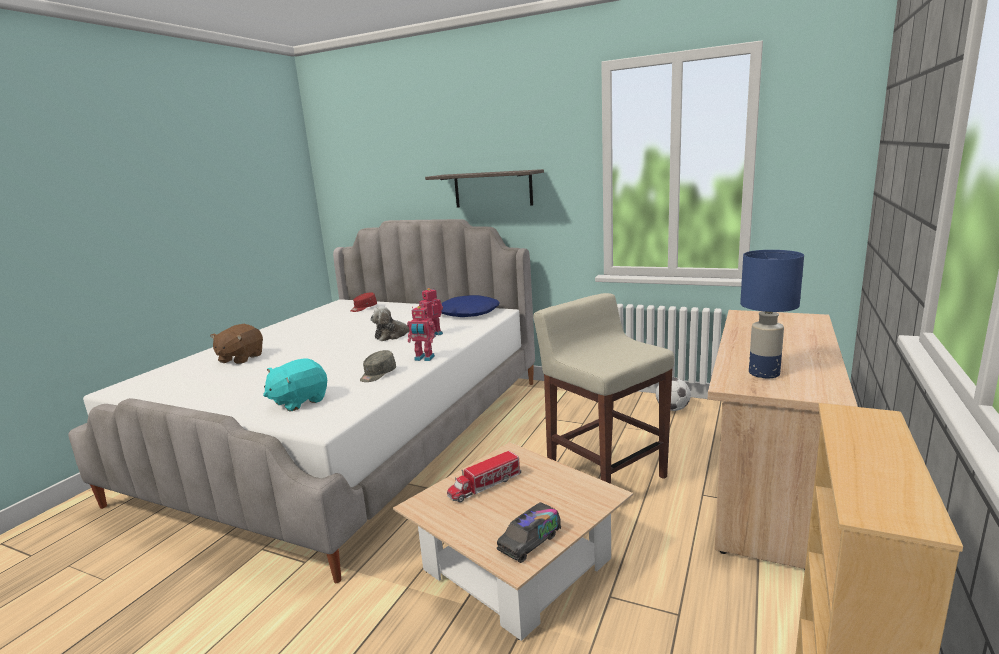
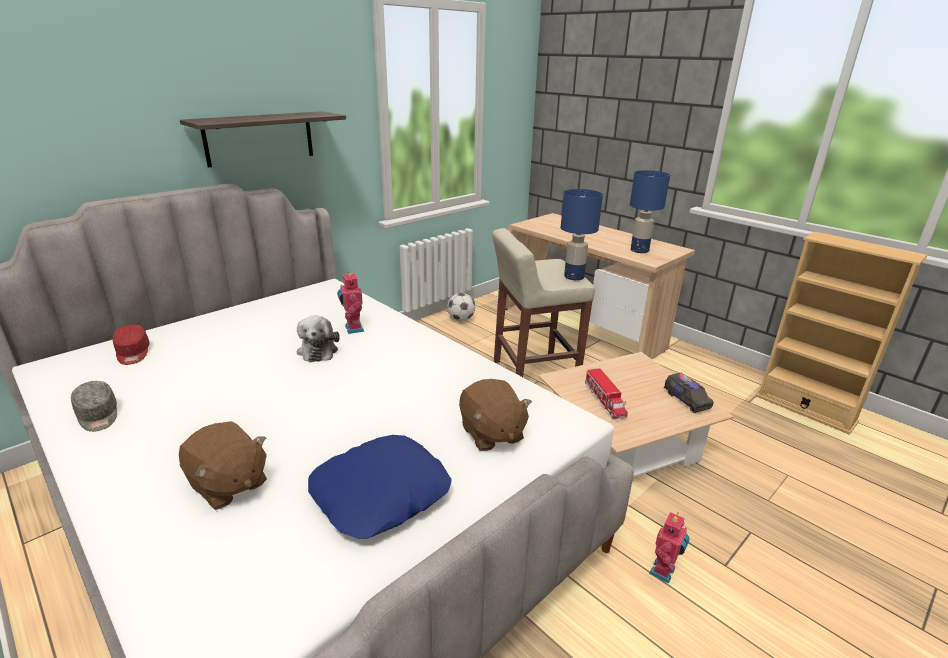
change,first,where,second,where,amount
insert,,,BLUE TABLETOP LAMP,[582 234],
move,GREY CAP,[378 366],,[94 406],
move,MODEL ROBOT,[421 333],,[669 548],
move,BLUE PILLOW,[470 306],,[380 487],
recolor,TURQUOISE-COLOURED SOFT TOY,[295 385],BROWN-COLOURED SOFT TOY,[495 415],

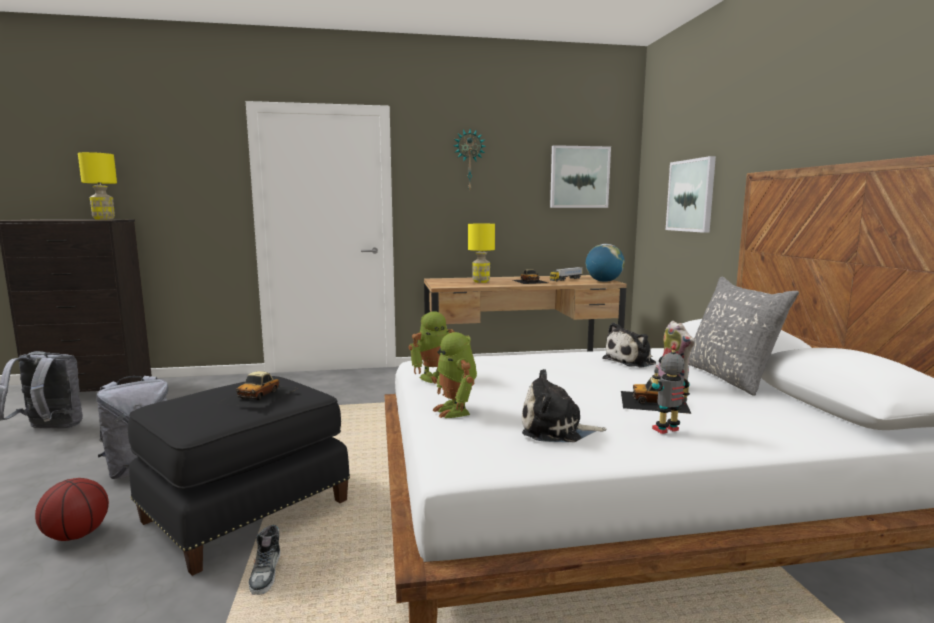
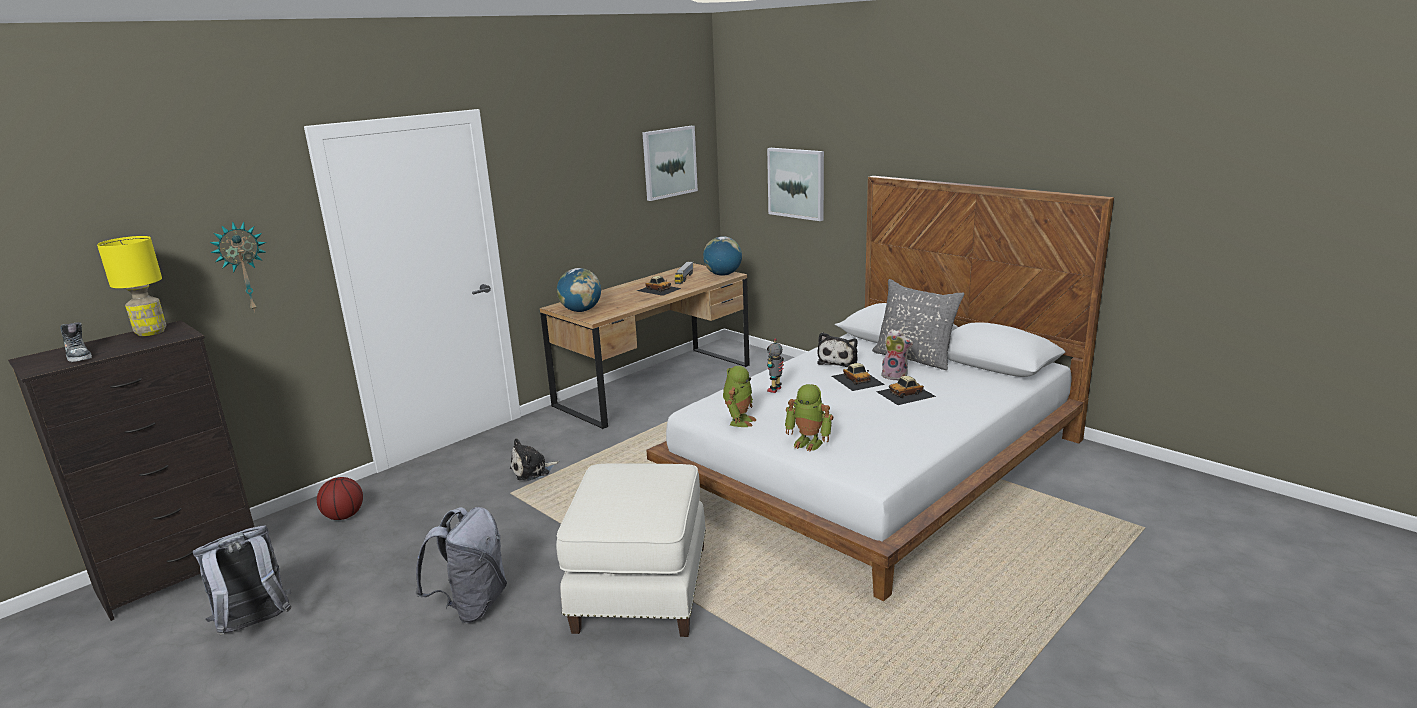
change,first,where,second,where,amount
delete,YELLOWISH TABLETOP LAMP,[481 253],,,
insert,,,DESK GLOBE,[579 290],
move,BALL FOR BASKETBALL,[72 509],,[340 498],
move,TOY CAR,[257 389],,[858 377],
move,ITEM OF FOOTWEAR,[264 560],,[76 342],
move,HANGING CLOCK,[470 159],,[238 267],
move,SOFT TOY,[564 405],,[534 459],
move,MODEL ROBOT,[671 389],,[775 365],
recolor,BLACK-COLOURED OTTOMAN,[239 476],WHITE-COLOURED OTTOMAN,[631 550],

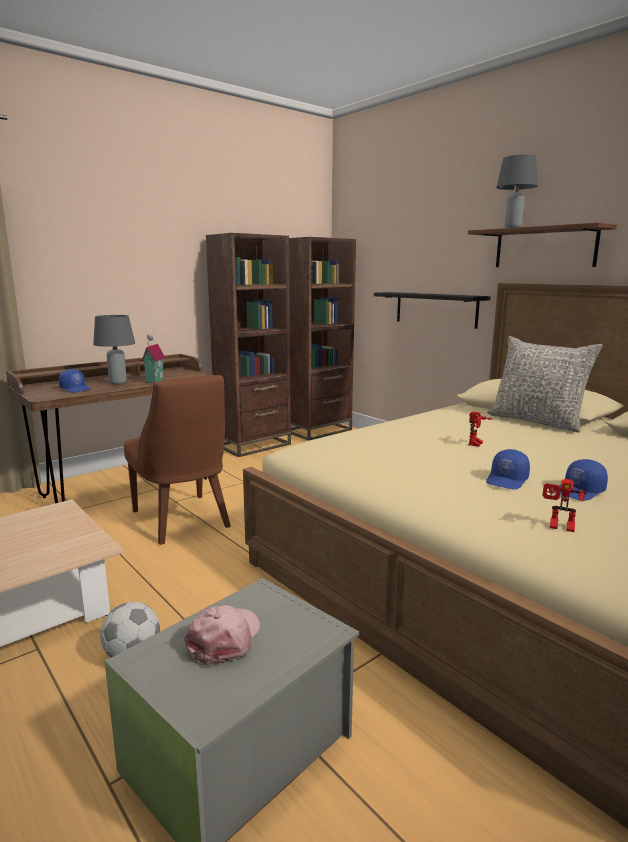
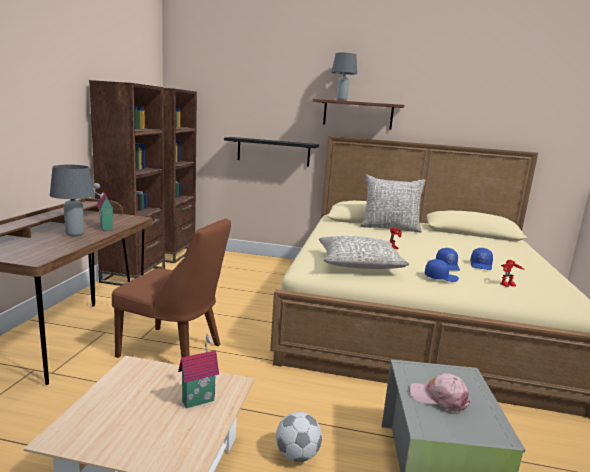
change,first,where,second,where,amount
insert,,,MINIATURE HOUSE,[198 371],
insert,,,GREY PILLOW,[364 252],
move,BLUE CAP,[75 381],,[442 270],
rotate,PINK-COLOURED CAP,[222 635],,[440 392],45 degrees counterclockwise

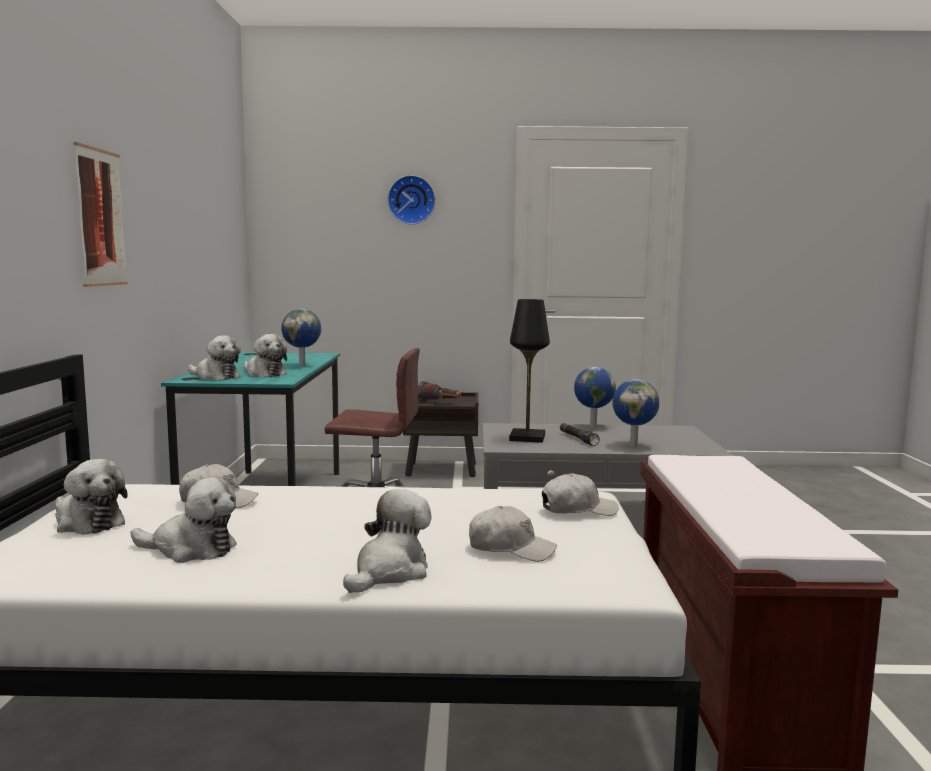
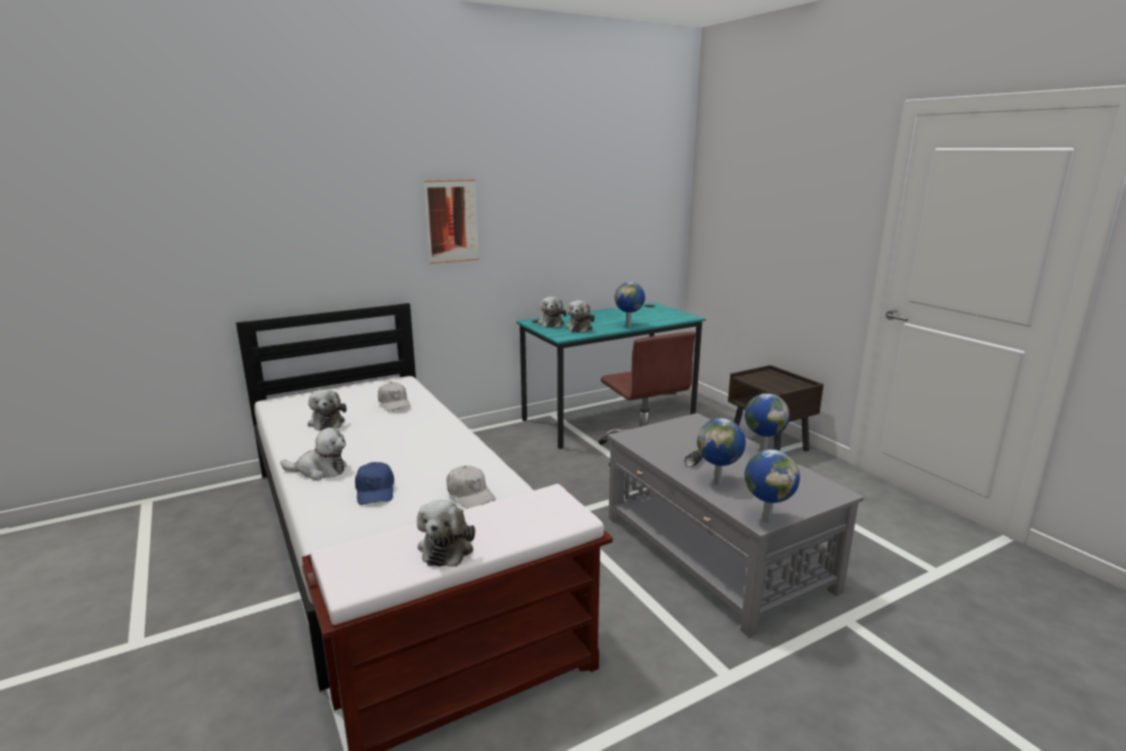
change,first,where,second,where,amount
delete,HANGING CLOCK,[411 200],,,
delete,TORCH,[439 391],,,
delete,BLACK-COLOURED TABLETOP LAMP,[529 371],,,
insert,,,DESK GLOBE,[772 486],
move,SOFT TOY,[91 496],,[446 533],
recolor,WHITE-COLOURED CAP,[513 534],BLUE CAP,[374 483],

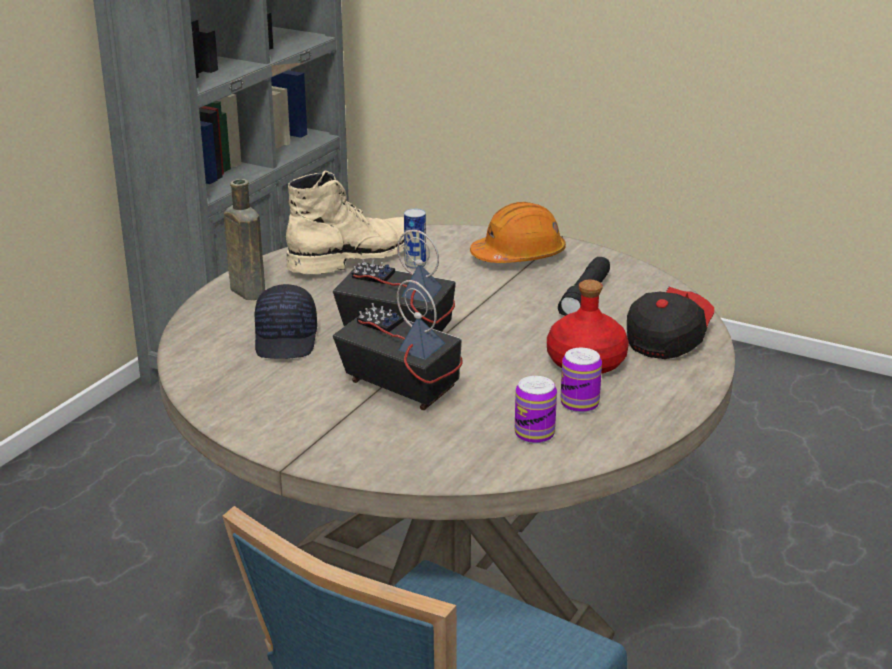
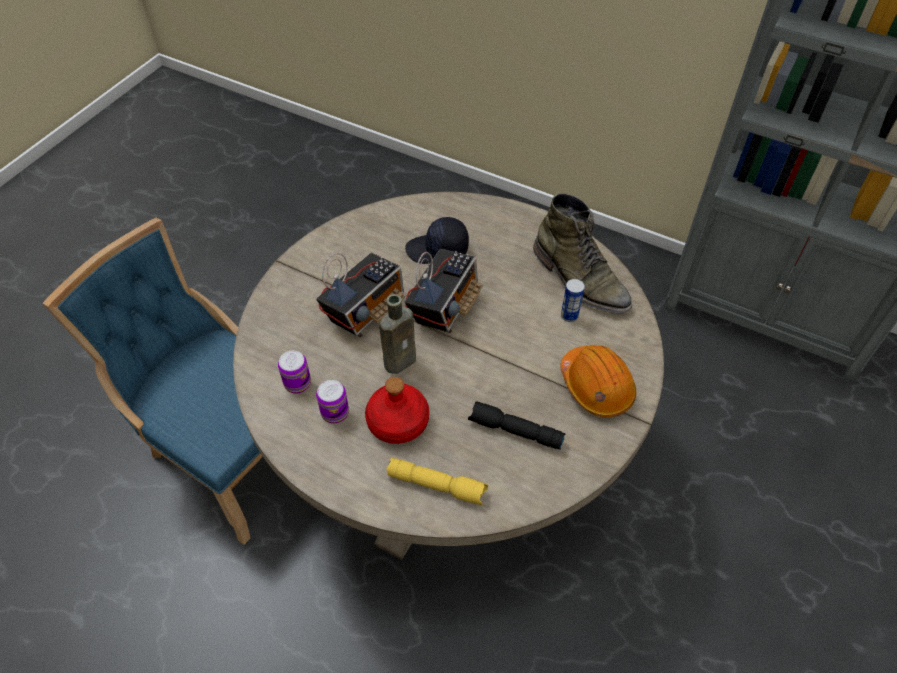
change,first,where,second,where,amount
move,BROWN-COLOURED DRINK BOTTLE,[244 239],,[397 334],
replace,CAP,[670 323],YELLOWISH TORCH,[437 482],
recolor,BEIGE TALL BOOT,[345 222],GREEN TALL BOOT,[582 253],

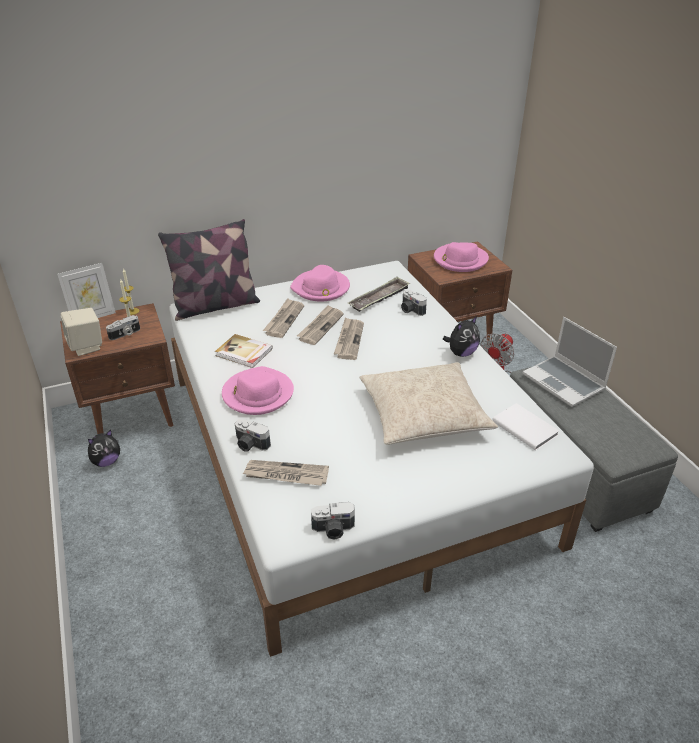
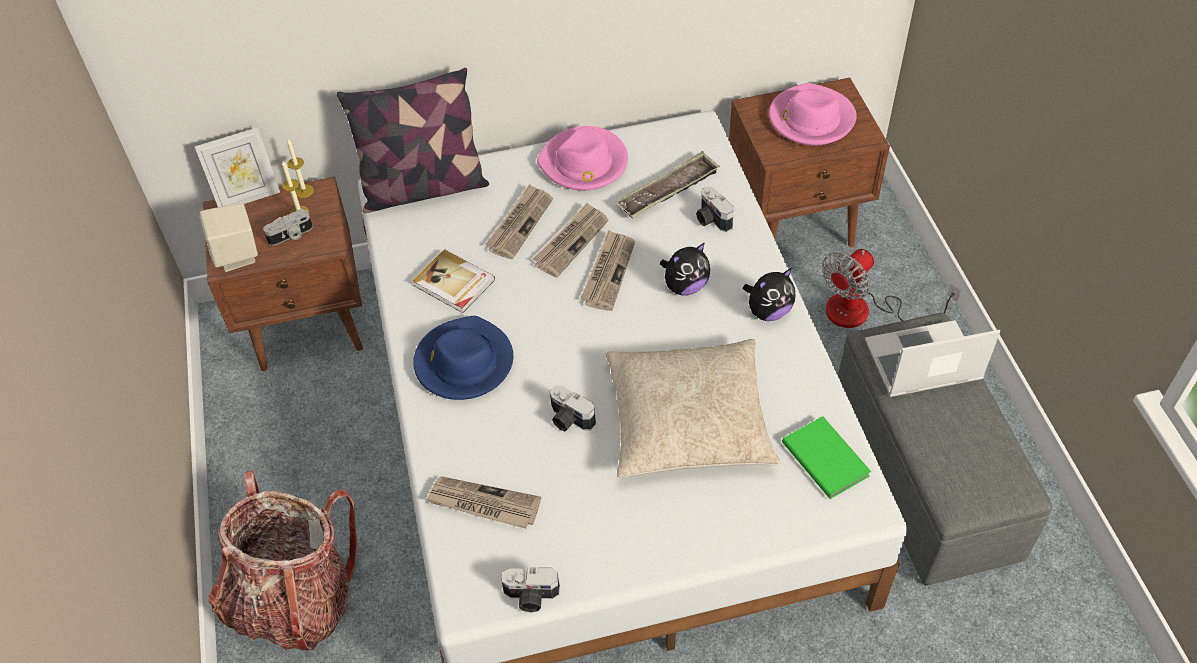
change,first,where,second,where,amount
insert,,,KNAPSACK,[282 560],
move,SOFT TOY,[104 448],,[685 269],
move,PHOTO CAMERA,[253 435],,[573 409],
recolor,PINK-COLOURED HAT,[258 390],BLUE HAT,[463 358],
recolor,WHITE-COLOURED BOUND BOOK,[525 427],GREEN BOUND BOOK,[826 457],
rotate,PORTABLE COMPUTER,[570 362],,[932 358],105 degrees clockwise

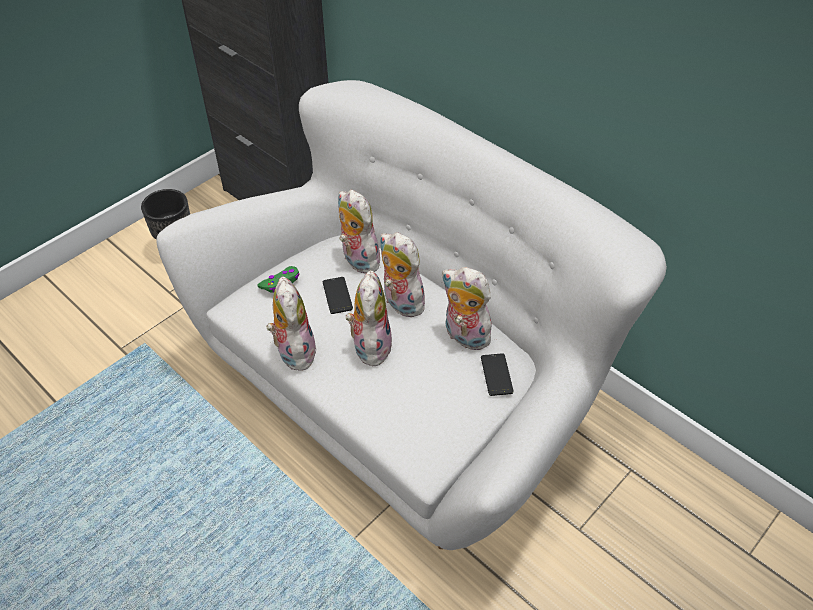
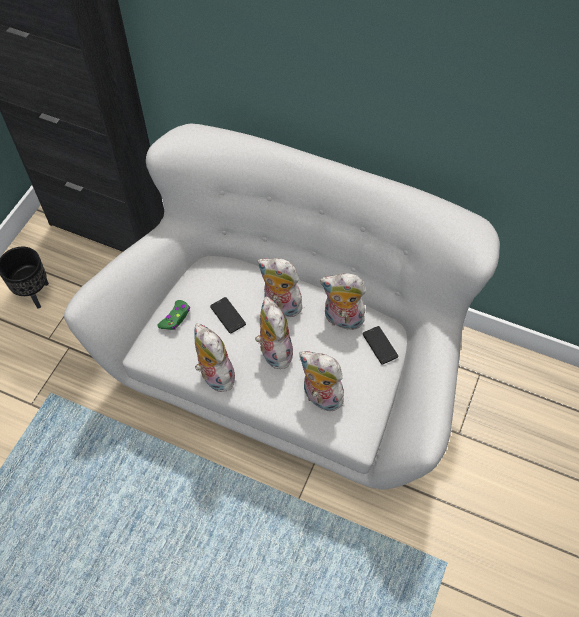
change,first,where,second,where,amount
move,SOFT TOY,[359 232],,[322 381],

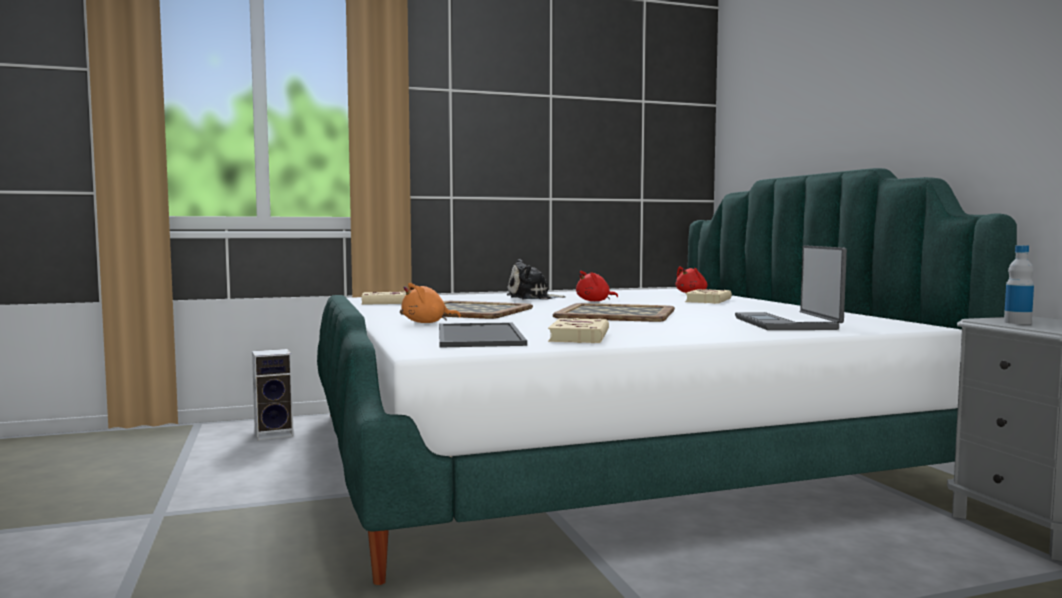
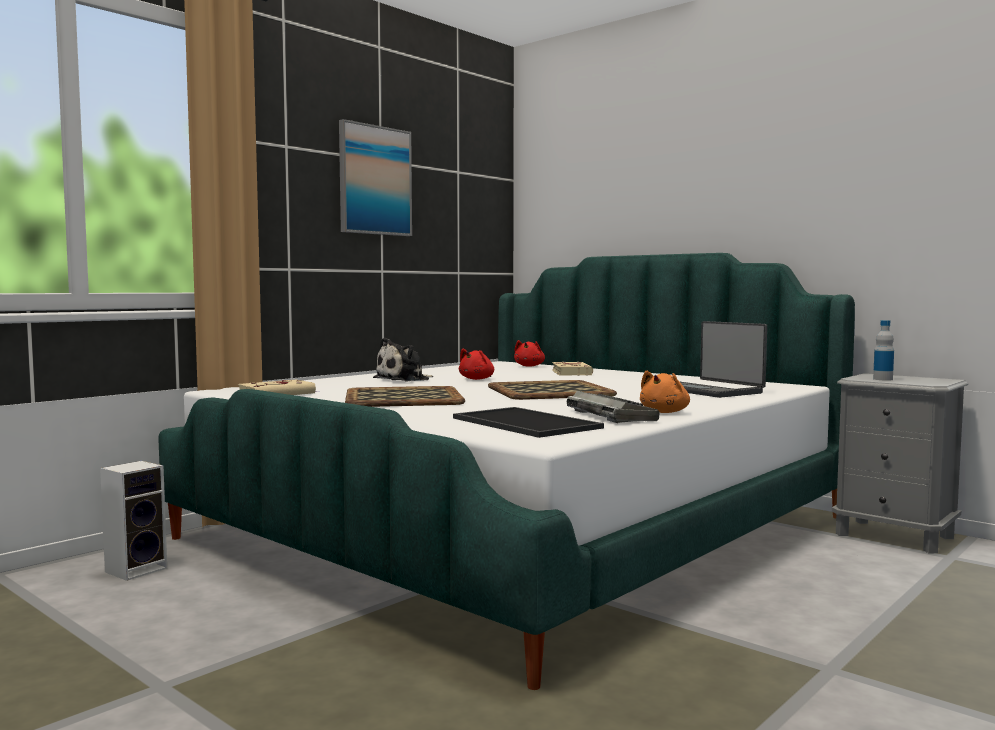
change,first,where,second,where,amount
insert,,,WALL ART,[375 177],
move,ORANGE-COLOURED SOFT TOY,[431 303],,[665 392],
replace,BEIGE BOUND BOOK,[578 330],COMPUTER KEYBOARD,[613 407],

